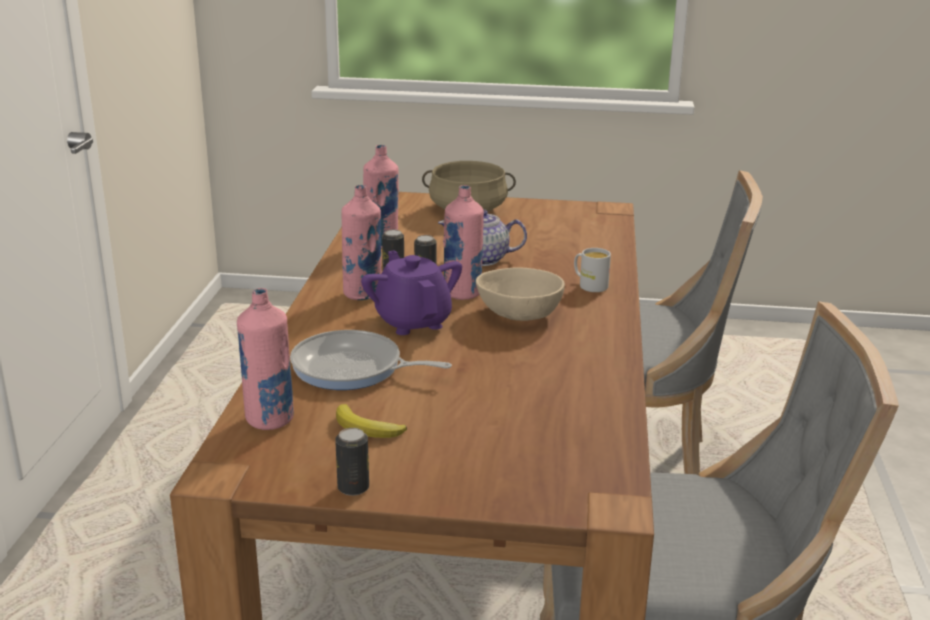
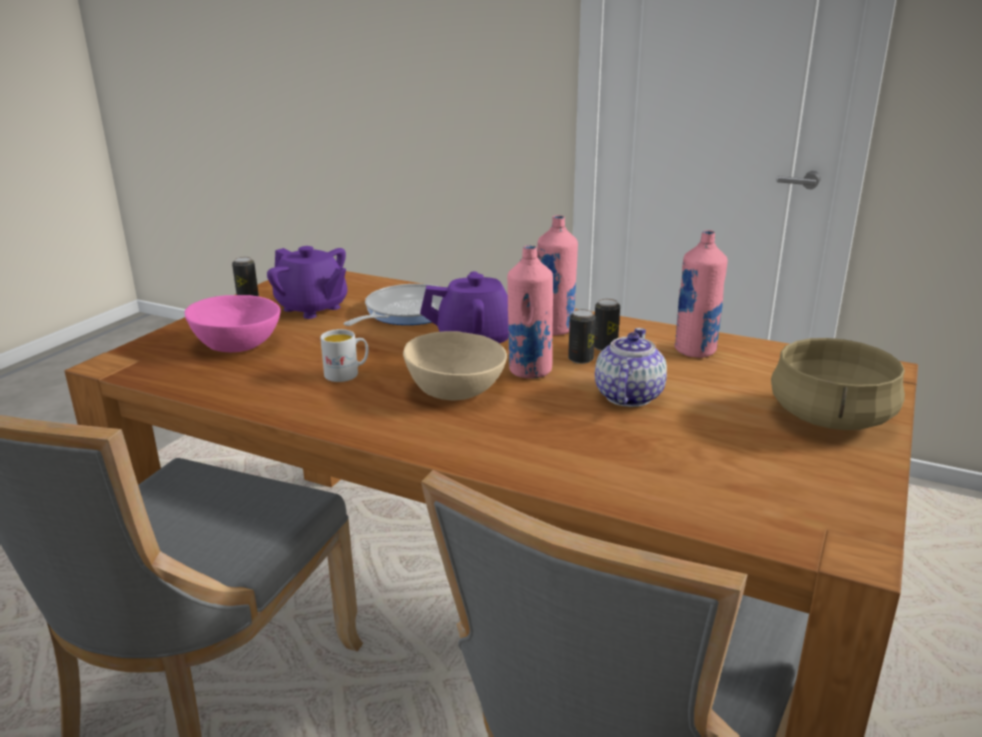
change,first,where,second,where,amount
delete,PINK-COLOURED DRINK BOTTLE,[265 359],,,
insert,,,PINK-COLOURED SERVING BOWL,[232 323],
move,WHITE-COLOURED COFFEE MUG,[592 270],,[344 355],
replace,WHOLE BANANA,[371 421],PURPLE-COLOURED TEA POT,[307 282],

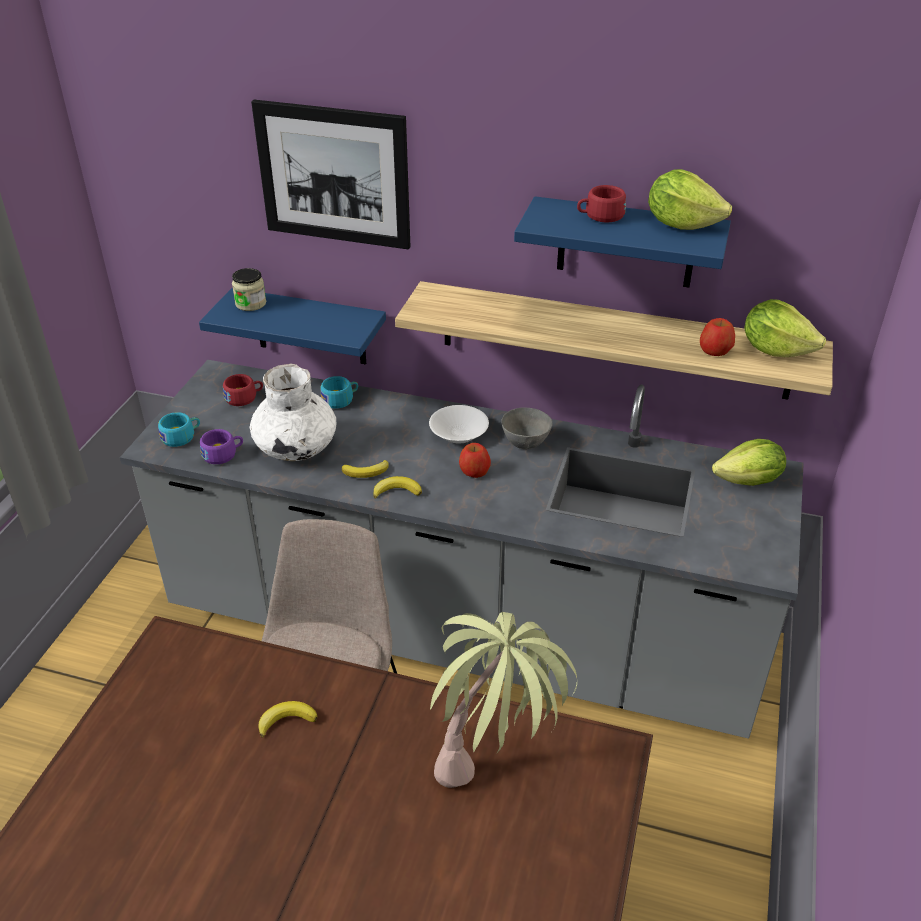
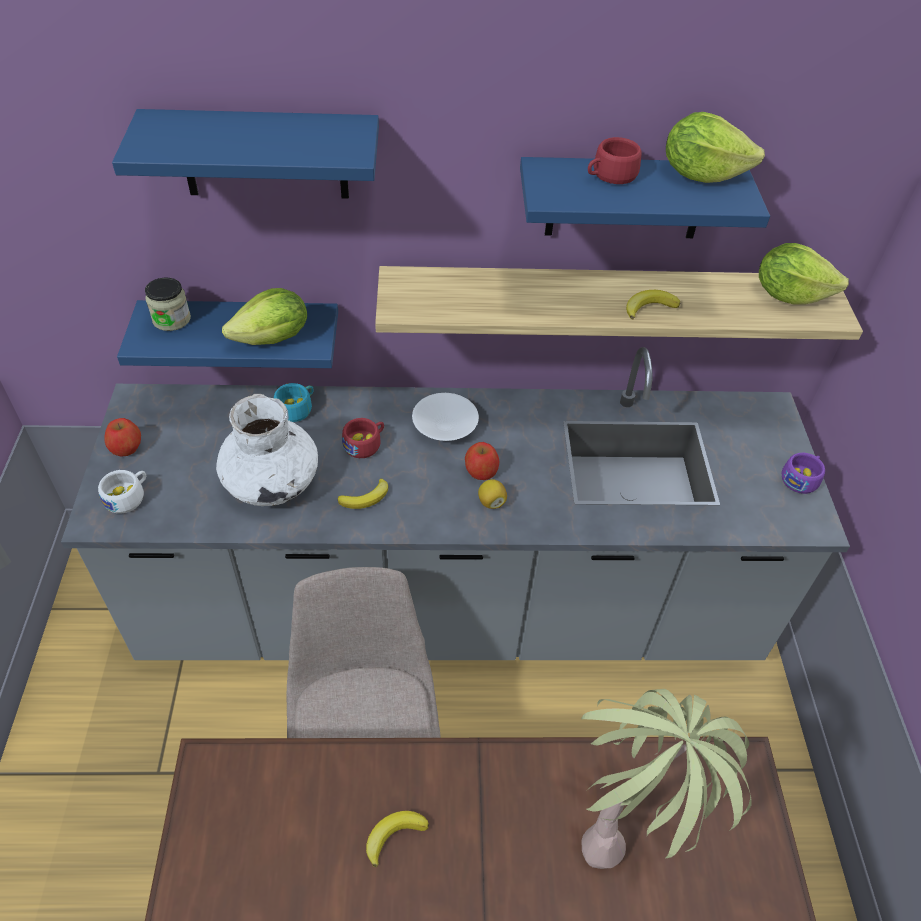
change,first,where,second,where,amount
delete,GREY SERVING BOWL,[527 428],,,
insert,,,LEMON,[492 494],
move,PURPLE-COLOURED CUP,[221 446],,[803 473],
move,RED CUP,[243 390],,[363 438],
move,WHOLE BANANA,[398 487],,[653 305],
move,APPLE,[717 337],,[123 437],
move,LETTUCE,[749 462],,[264 316],
replace,WALL ART,[330 174],BLUE BRACKET SHELF,[245 154],
recolor,TURQUOISE-COLOURED CUP,[179 429],WHITE-COLOURED CUP,[122 492],

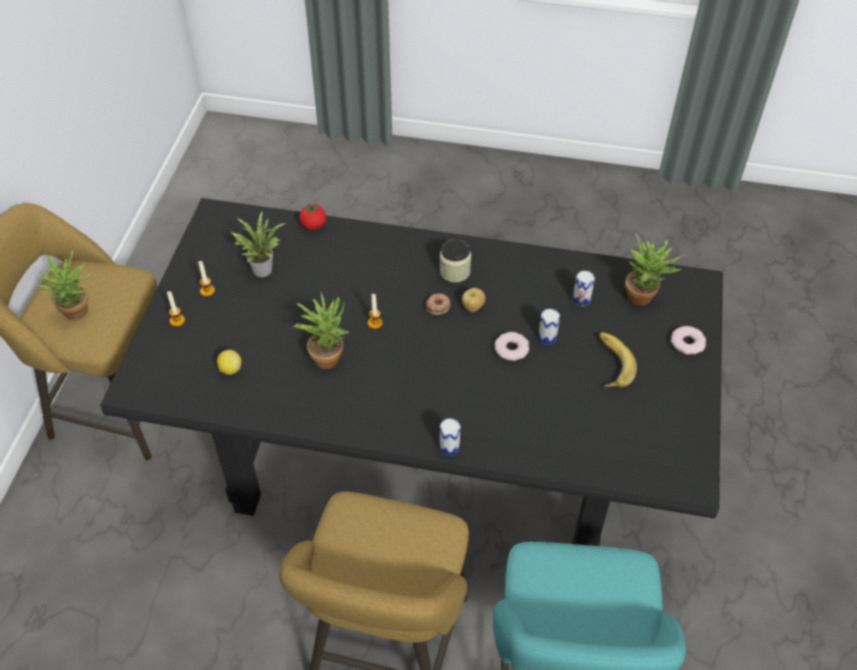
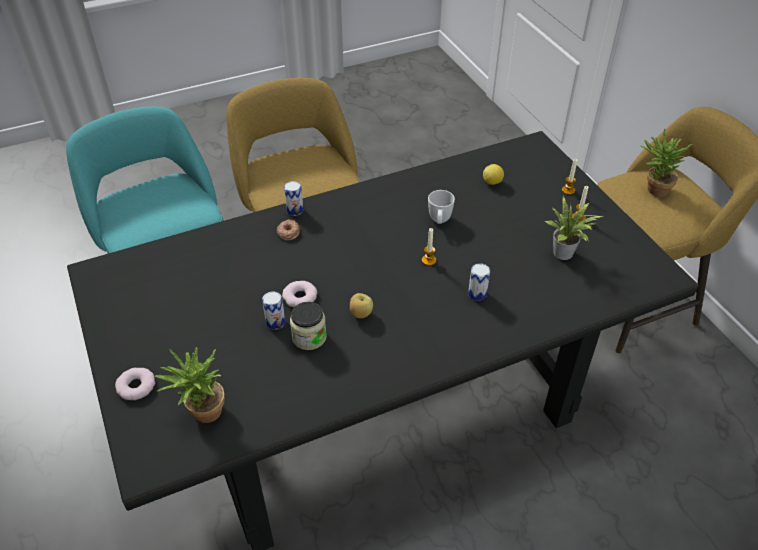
change,first,where,second,where,amount
delete,FRESH TOMATO,[312 217],,,
delete,WHOLE BANANA,[618 360],,,
move,RING DOUGHNUT,[438 304],,[288 229],
move,PRESERVE JAR,[455 261],,[308 326],
move,CAN,[584 288],,[479 282],
replace,HOUSEPLANT,[321 330],WHITE-COLOURED COFFEE MUG,[441 207],

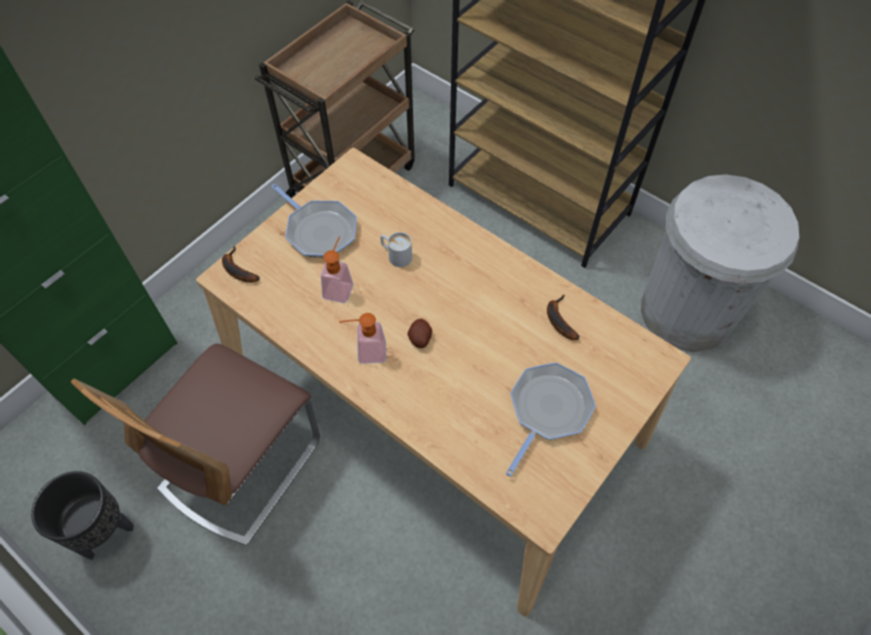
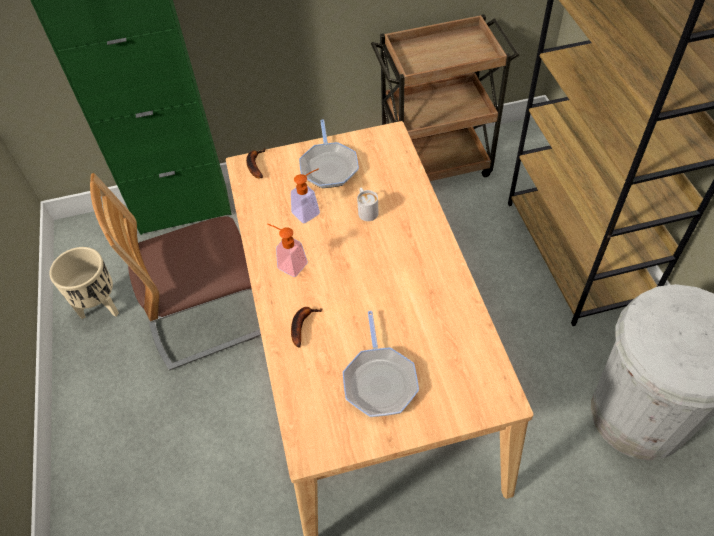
change,first,where,second,where,amount
delete,SPUD,[420 333],,,
move,WHOLE BANANA,[563 317],,[307 327],
recolor,BLACK-COLOURED PLANT POT,[82 515],BEIGE PLANT POT,[84 283],
rotate,PAN,[551 419],,[381 364],105 degrees clockwise

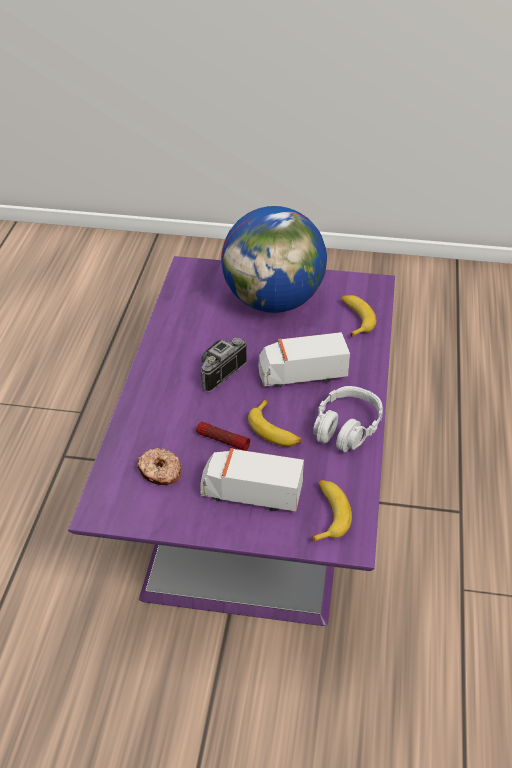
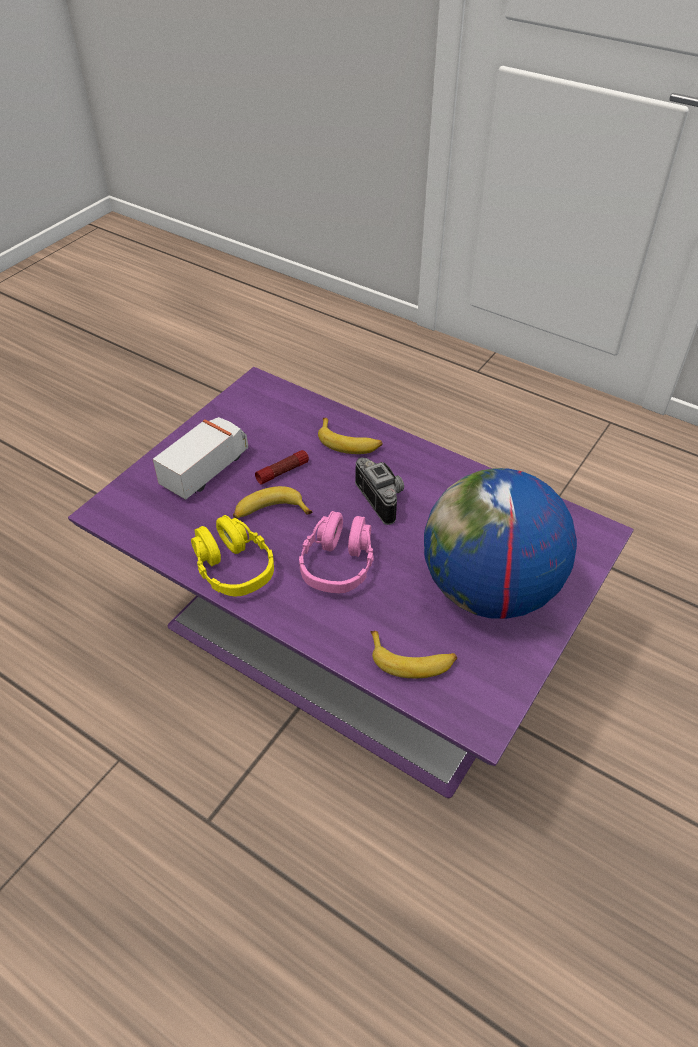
change,first,where,second,where,amount
delete,RING DOUGHNUT,[159 466],,,
move,WHOLE BANANA,[332 511],,[350 436],
replace,TOY TRUCK,[304 359],PINK-COLOURED HEADSET,[336 552],
recolor,GREY HEADSET,[348 419],YELLOWISH HEADSET,[232 555],

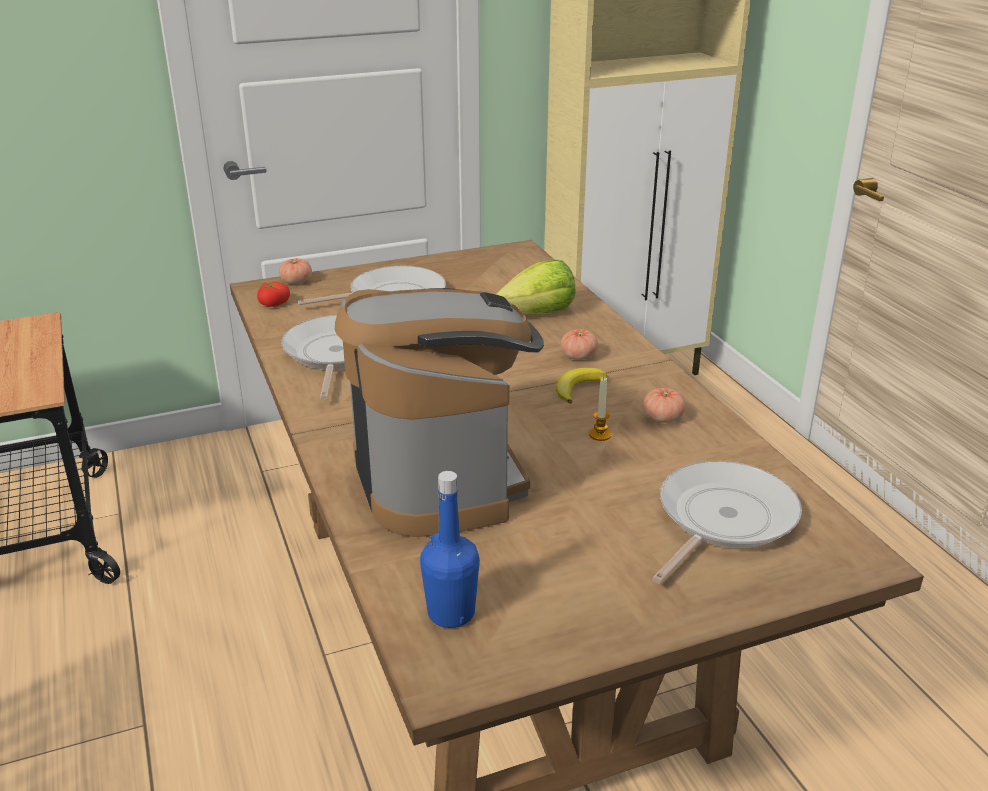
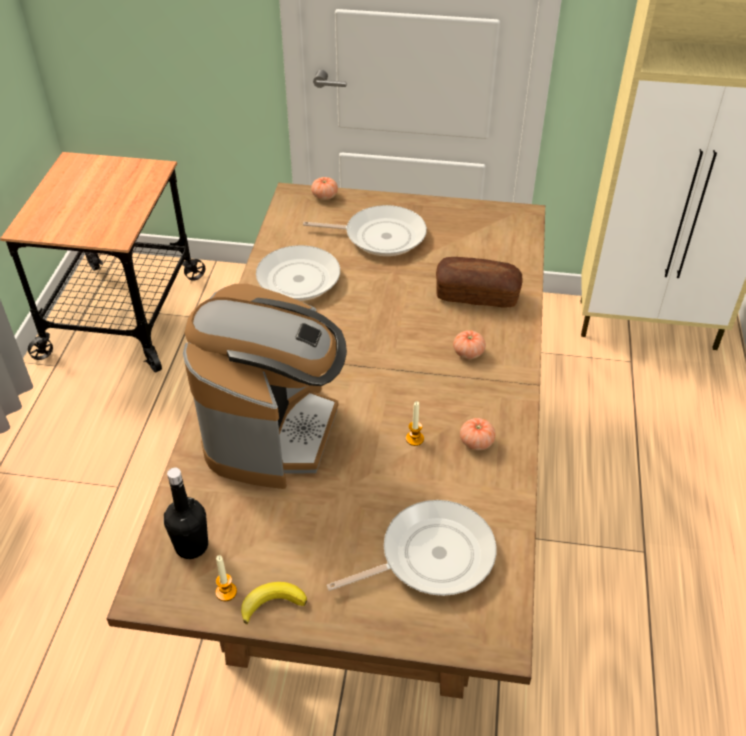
change,first,where,second,where,amount
delete,FRESH TOMATO,[273 294],,,
insert,,,WAX CANDLE,[226 578],
move,WHOLE BANANA,[581 386],,[274 603],
replace,LETTUCE,[536 287],BAKED BREAD,[479 282],
recolor,BLUE DRINK BOTTLE,[450 549],BLACK-COLOURED DRINK BOTTLE,[186 513],

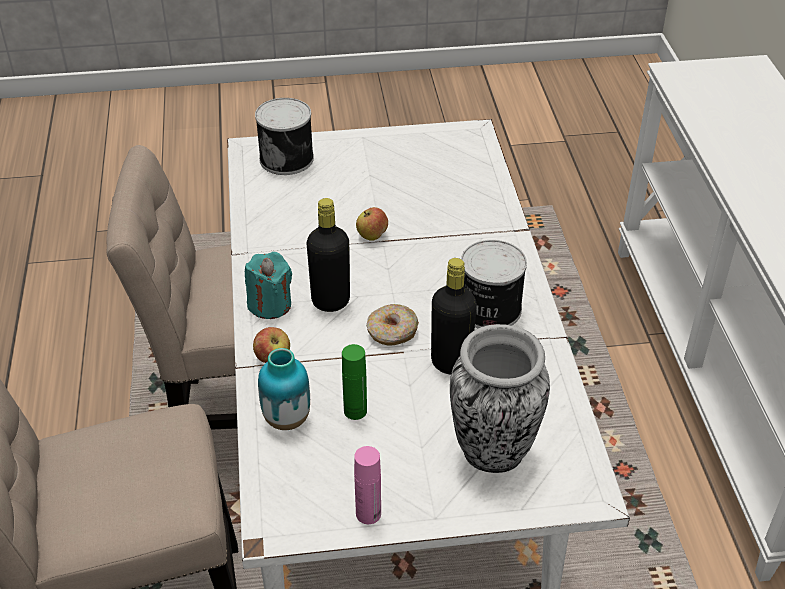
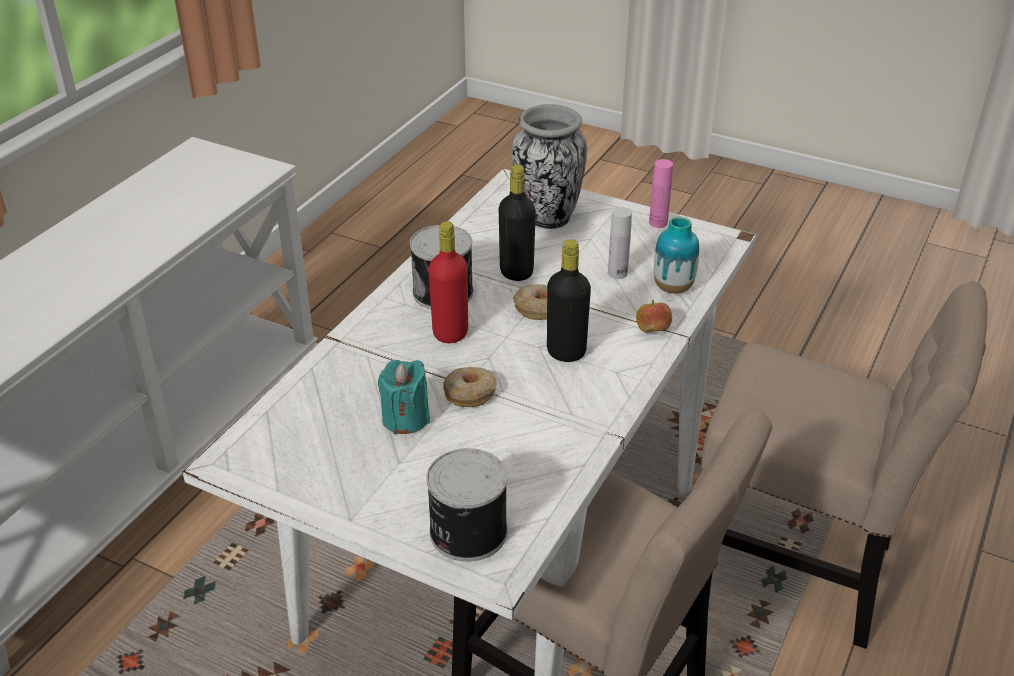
change,first,where,second,where,amount
insert,,,RED DRINK BOTTLE,[448 282],
move,TURQUOISE-COLOURED WAX CANDLE,[268 285],,[404 397],
replace,APPLE,[372 224],RING DOUGHNUT,[470 387],
recolor,GREEN DRINK BOTTLE,[354 382],WHITE-COLOURED DRINK BOTTLE,[620 243],

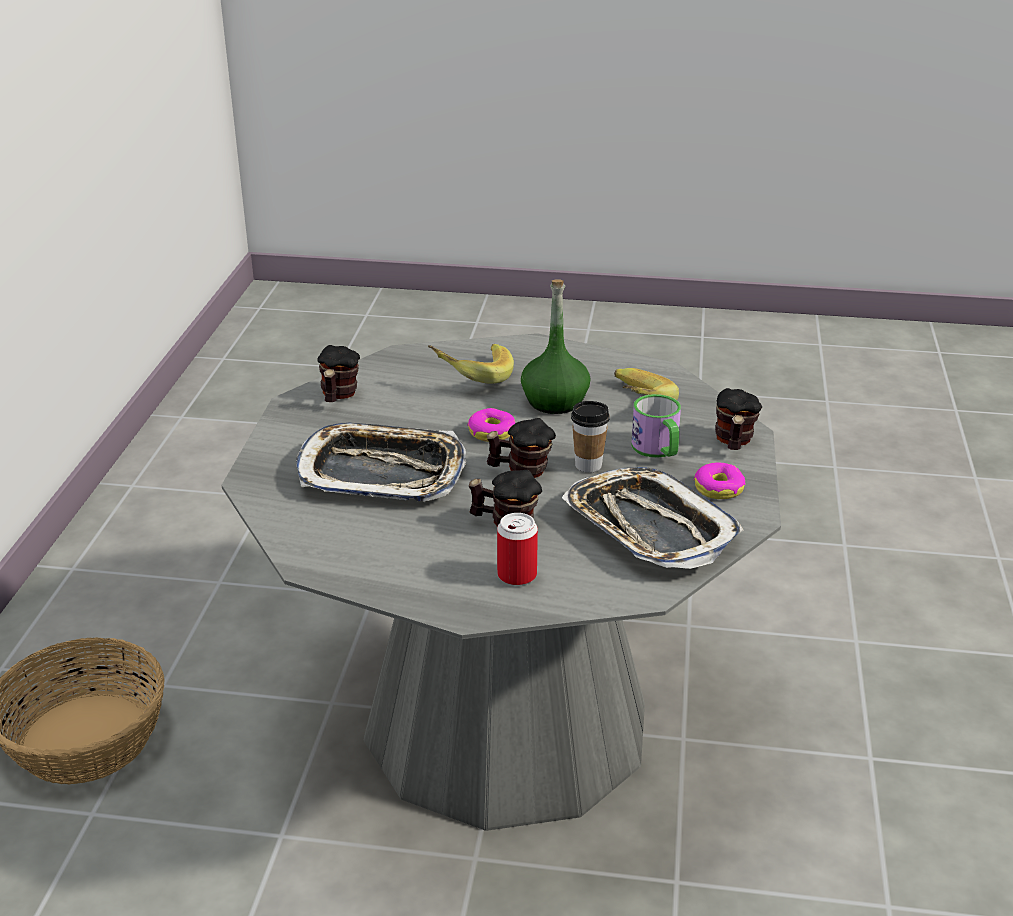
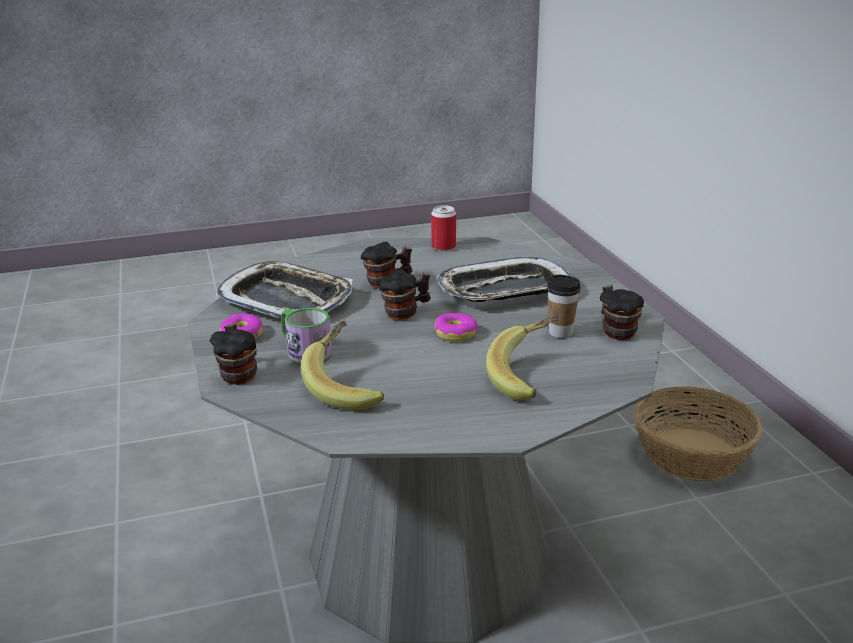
change,first,where,second,where,amount
delete,GREEN DRINK BOTTLE,[555 346],,,
move,CAN,[517 549],,[443 228],
move,CUP,[590 437],,[564 306],

